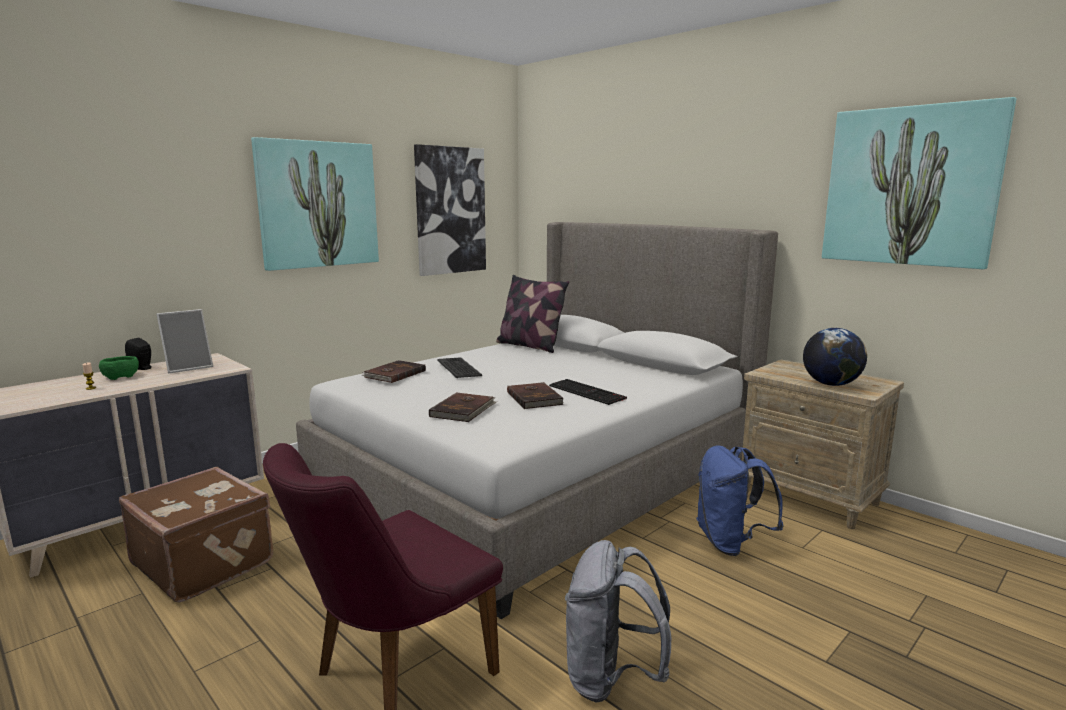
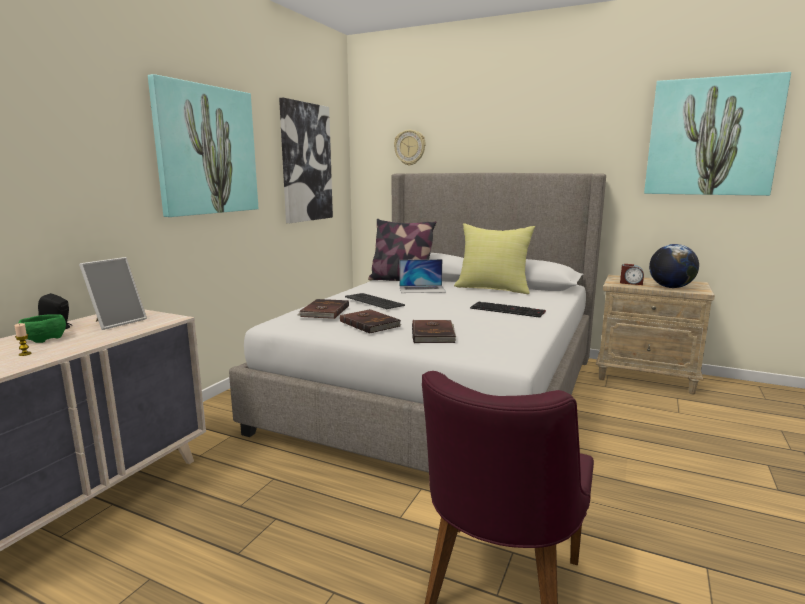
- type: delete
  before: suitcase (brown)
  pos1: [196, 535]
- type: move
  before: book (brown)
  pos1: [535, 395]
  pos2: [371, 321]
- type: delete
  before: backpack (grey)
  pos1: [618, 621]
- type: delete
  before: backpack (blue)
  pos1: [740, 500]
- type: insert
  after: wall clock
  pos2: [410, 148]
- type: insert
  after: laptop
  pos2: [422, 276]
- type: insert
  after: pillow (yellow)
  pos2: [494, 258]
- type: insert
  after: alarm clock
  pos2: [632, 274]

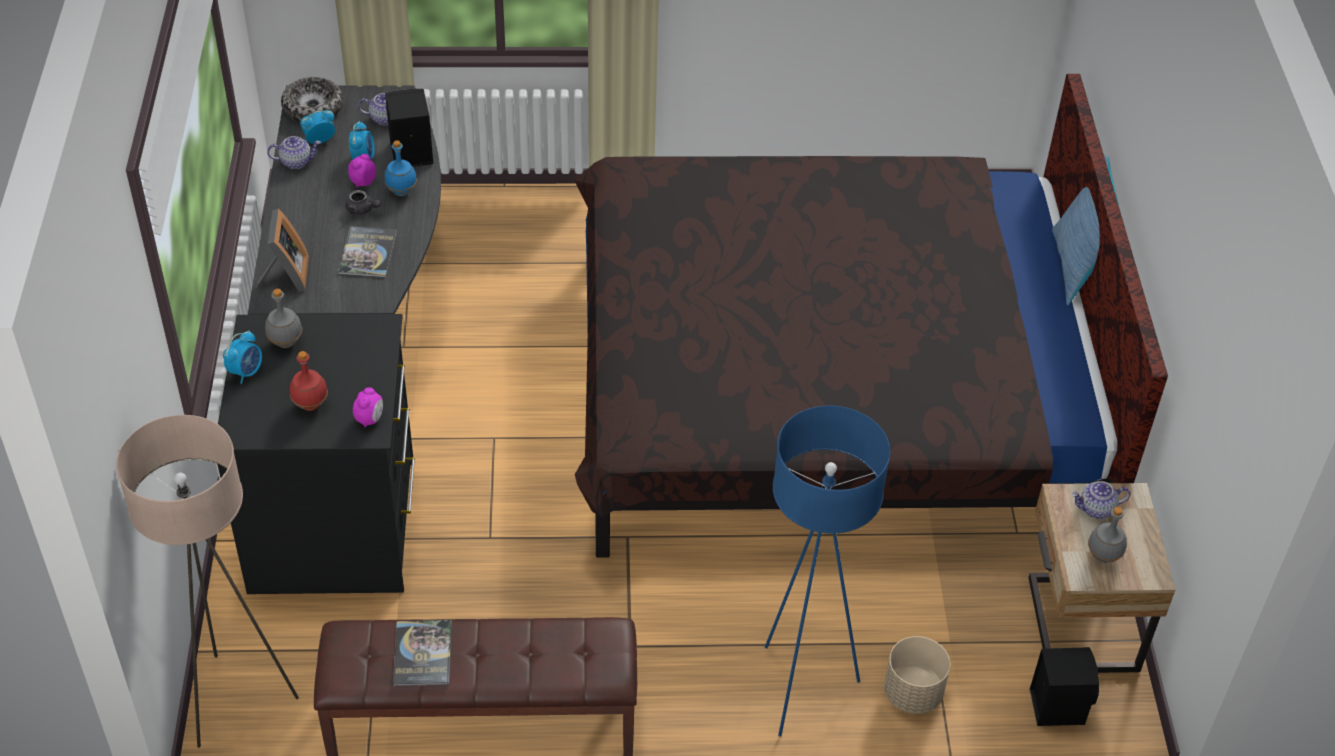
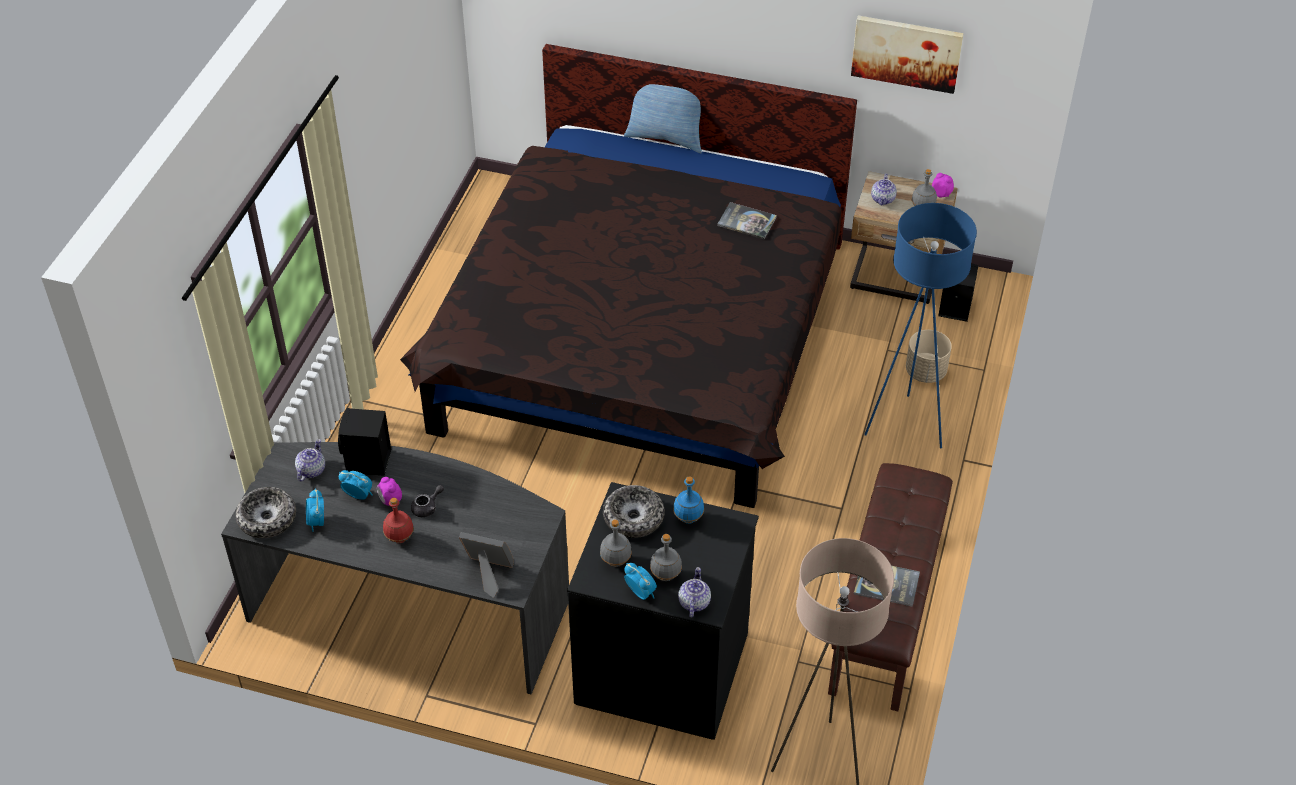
- type: move
  before: teapot
  pos1: [294, 152]
  pos2: [694, 592]
- type: move
  before: bottle (red)
  pos1: [308, 381]
  pos2: [398, 520]
- type: move
  before: book
  pos1: [367, 252]
  pos2: [747, 220]
- type: move
  before: alarm clock
  pos1: [368, 407]
  pos2: [943, 185]
- type: move
  before: bottle (blue)
  pos1: [400, 168]
  pos2: [688, 500]
- type: insert
  after: bowl
  pos2: [634, 511]
- type: insert
  after: bottle (grey)
  pos2: [666, 557]
- type: insert
  after: picture
  pos2: [907, 54]

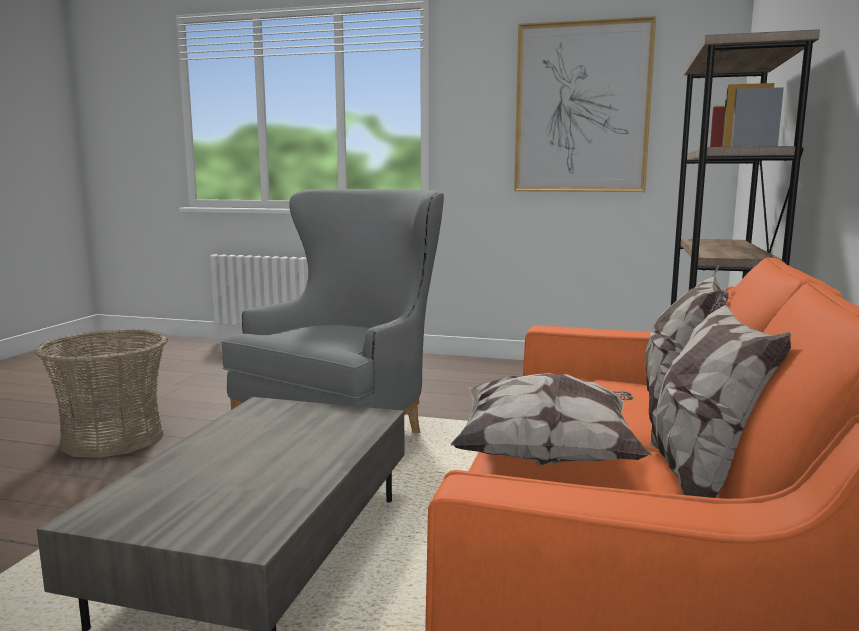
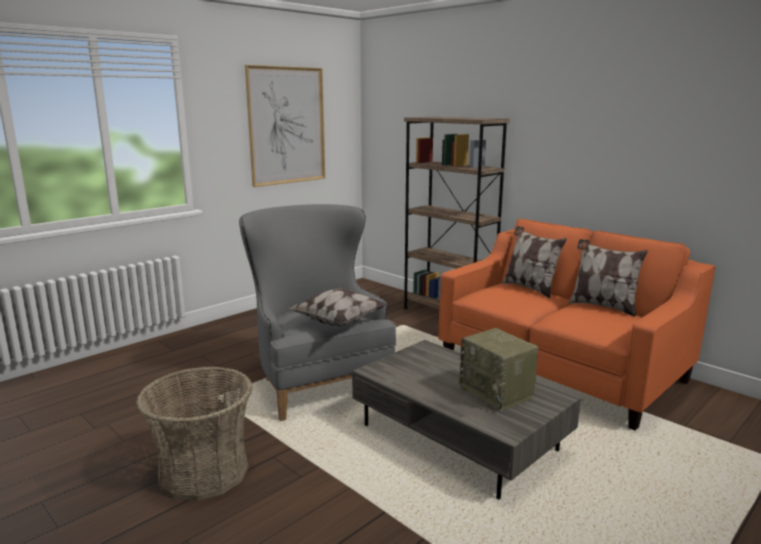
- type: move
  before: pillow
  pos1: [551, 419]
  pos2: [337, 307]
- type: insert
  after: radio
  pos2: [498, 369]

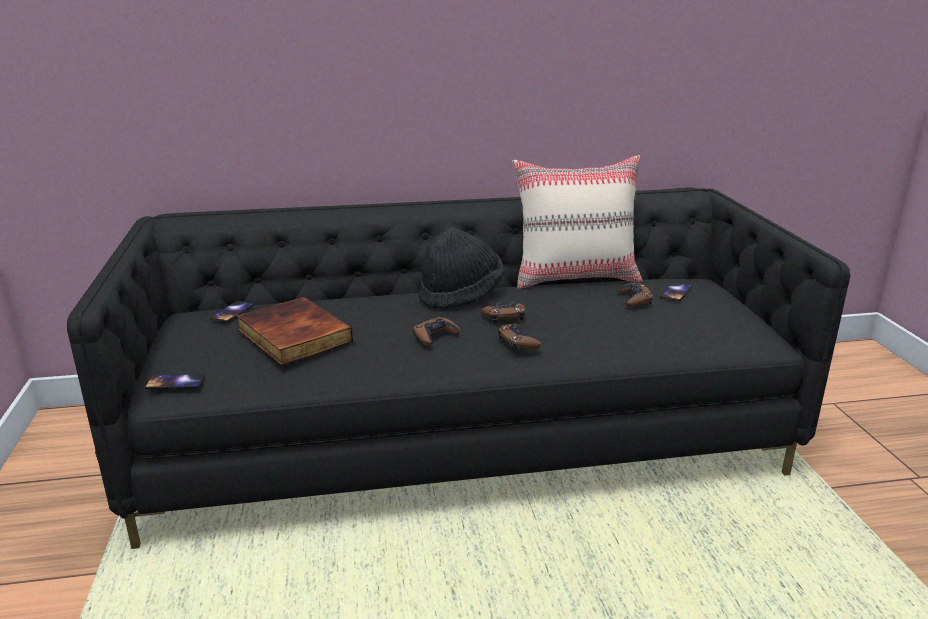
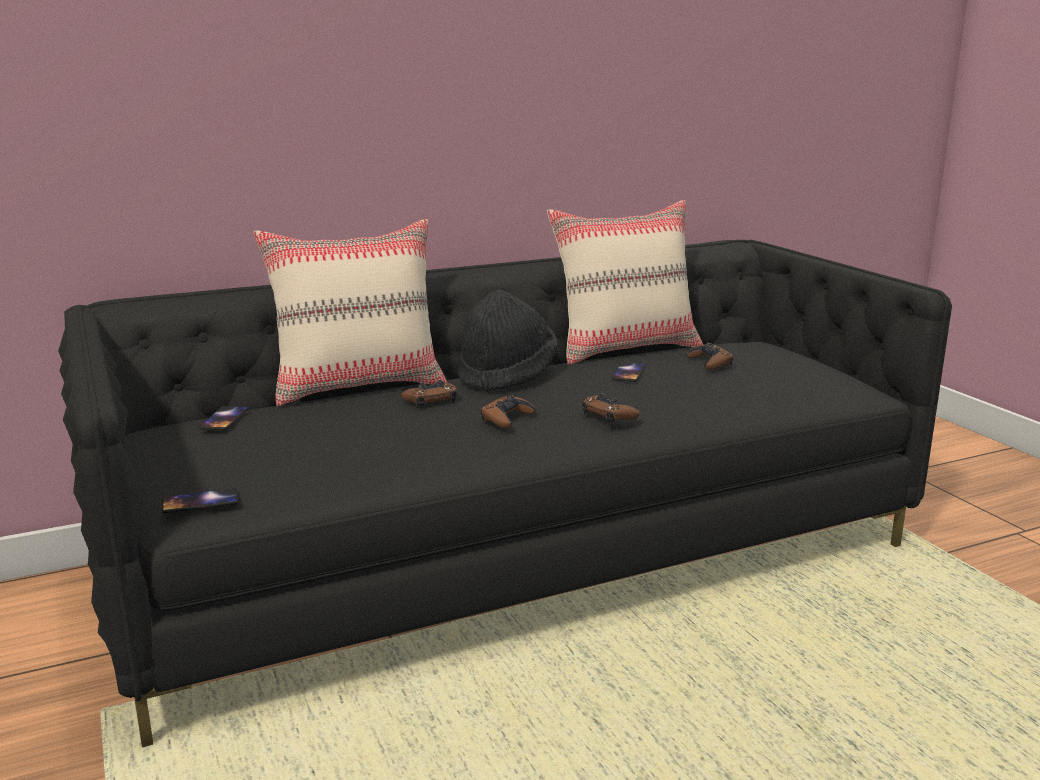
- type: delete
  before: book
  pos1: [294, 331]
- type: move
  before: game controller (brown)
  pos1: [504, 312]
  pos2: [429, 394]
- type: move
  before: phone
  pos1: [676, 291]
  pos2: [628, 372]
- type: insert
  after: pillow (beige)
  pos2: [350, 312]

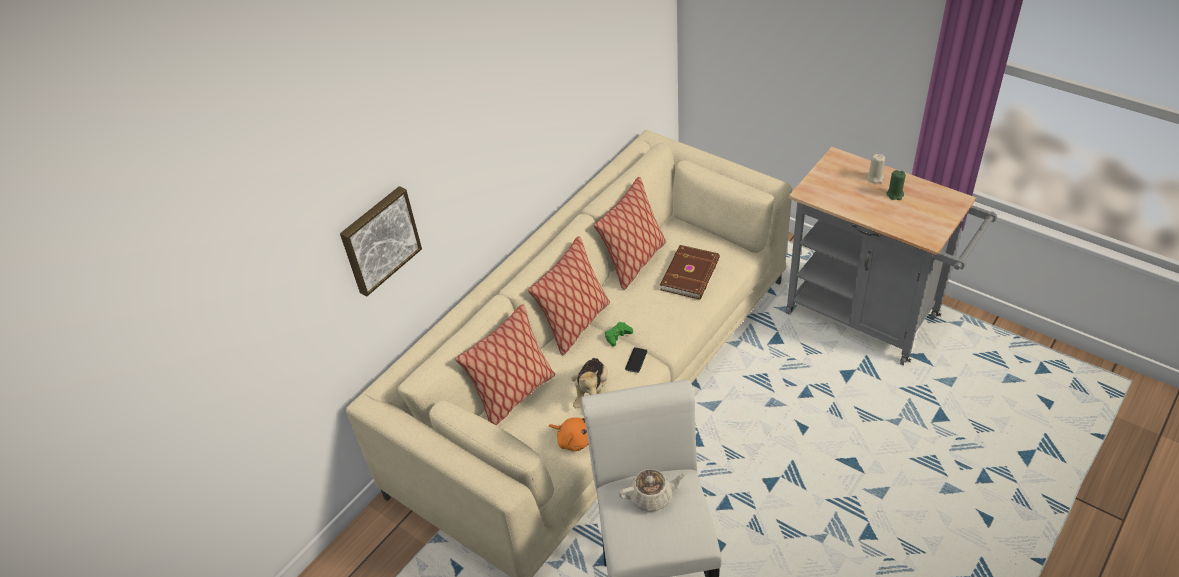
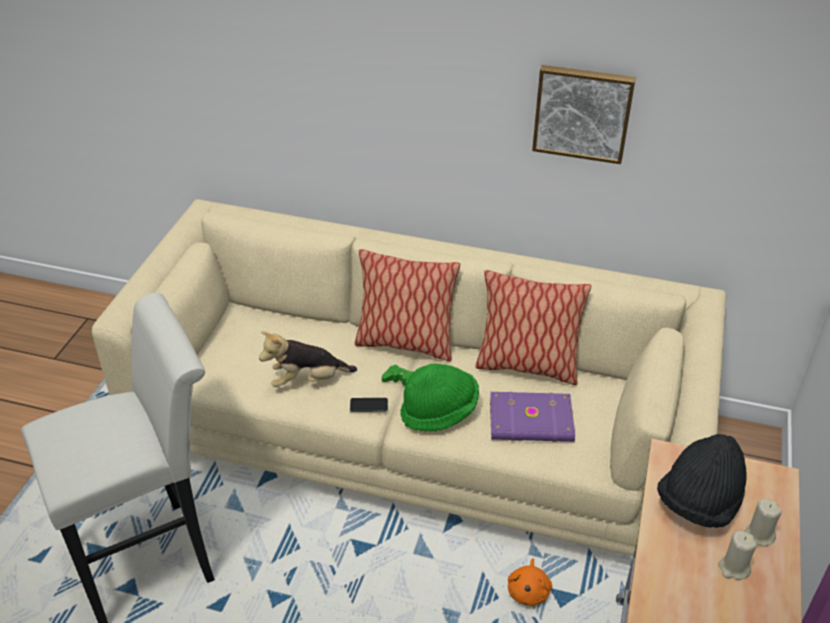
- type: move
  before: picture
  pos1: [381, 241]
  pos2: [584, 114]
- type: delete
  before: pillow
  pos1: [505, 365]
- type: move
  before: plush toy (orange)
  pos1: [569, 434]
  pos2: [530, 582]
- type: delete
  before: teapot (beige)
  pos1: [652, 490]
- type: recolor
  before: book (brown)
  after: book (purple)
  pos1: [690, 272]
  pos2: [532, 417]
- type: recolor
  before: candle (green)
  after: candle (beige)
  pos1: [896, 185]
  pos2: [737, 555]
- type: insert
  after: hat (green)
  pos2: [439, 397]
- type: insert
  after: hat (black)
  pos2: [701, 481]

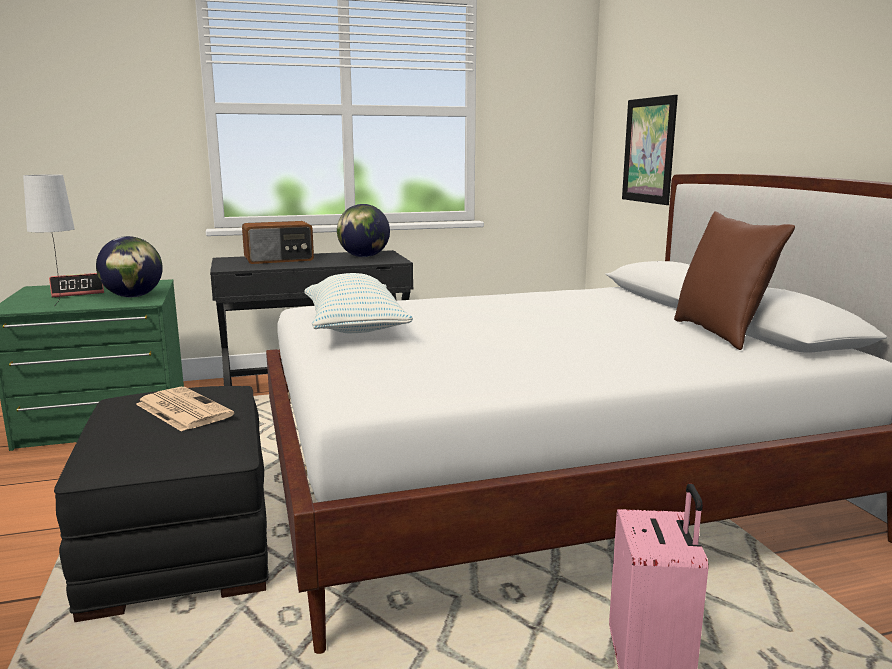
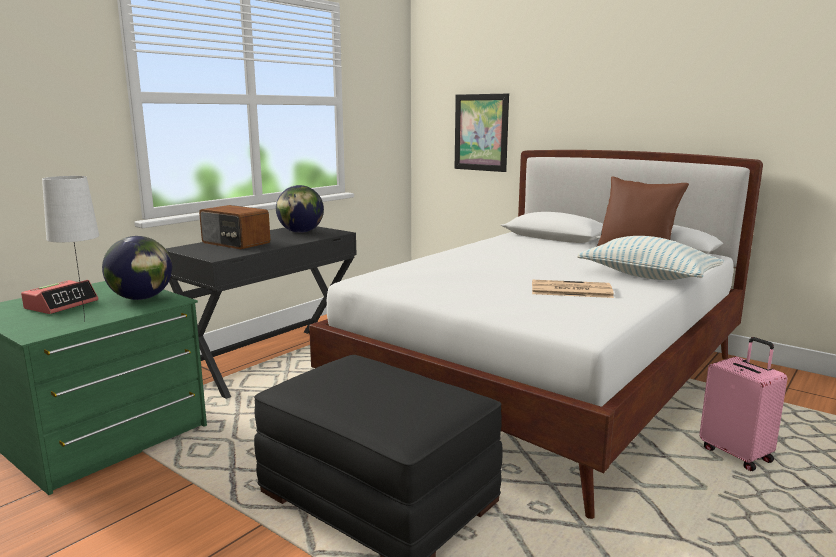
- type: move
  before: newspaper
  pos1: [185, 409]
  pos2: [573, 289]
- type: rotate
  before: radio
  pos1: [278, 242]
  pos2: [235, 227]
  turn: 90
- type: move
  before: pillow
  pos1: [358, 303]
  pos2: [650, 258]

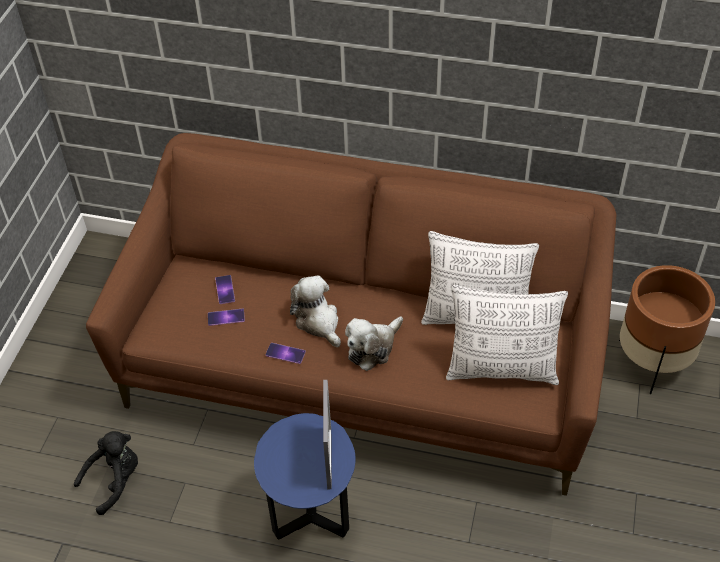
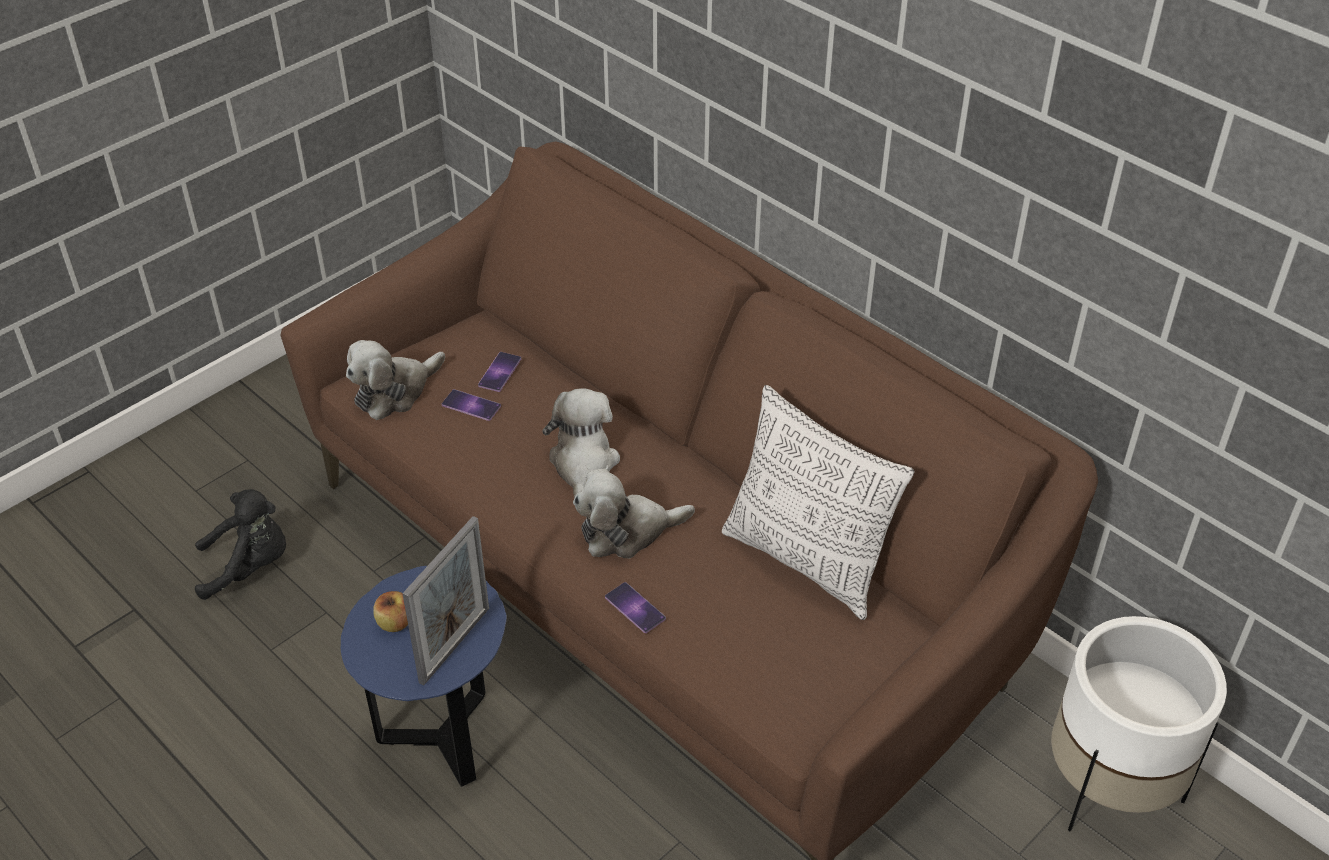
- type: move
  before: phone
  pos1: [285, 353]
  pos2: [635, 607]
- type: delete
  before: pillow
  pos1: [507, 335]
- type: recolor
  before: planter (brown)
  after: planter (white)
  pos1: [667, 329]
  pos2: [1139, 723]
- type: insert
  after: plush toy
  pos2: [395, 380]
- type: insert
  after: apple
  pos2: [390, 611]

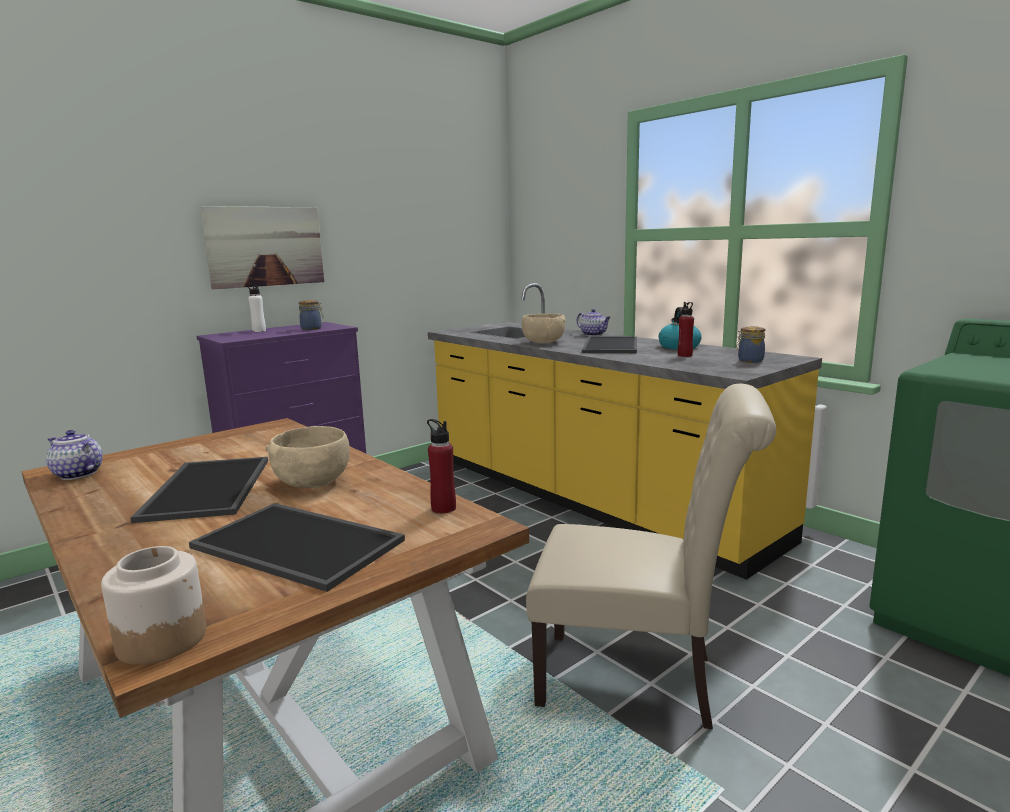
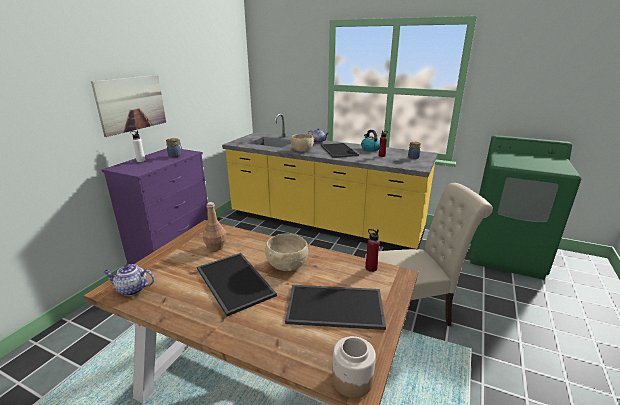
- type: insert
  after: bottle (brown)
  pos2: [214, 226]

